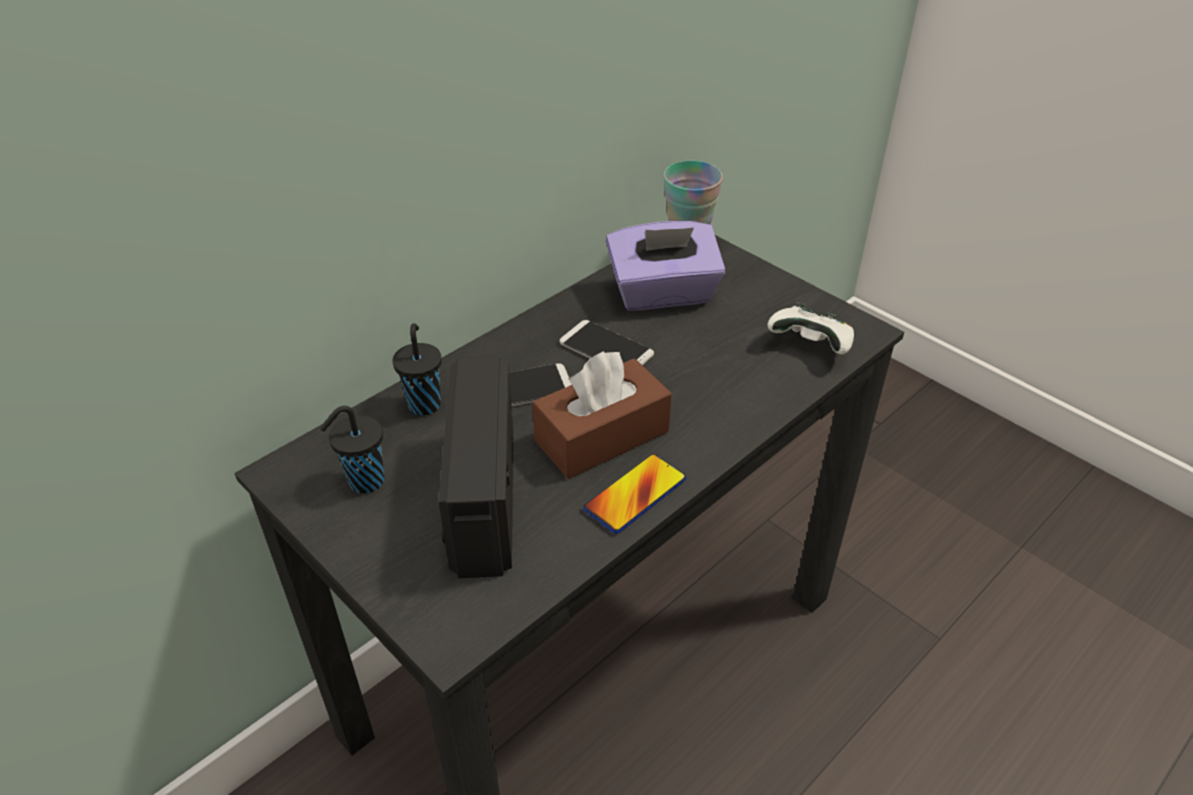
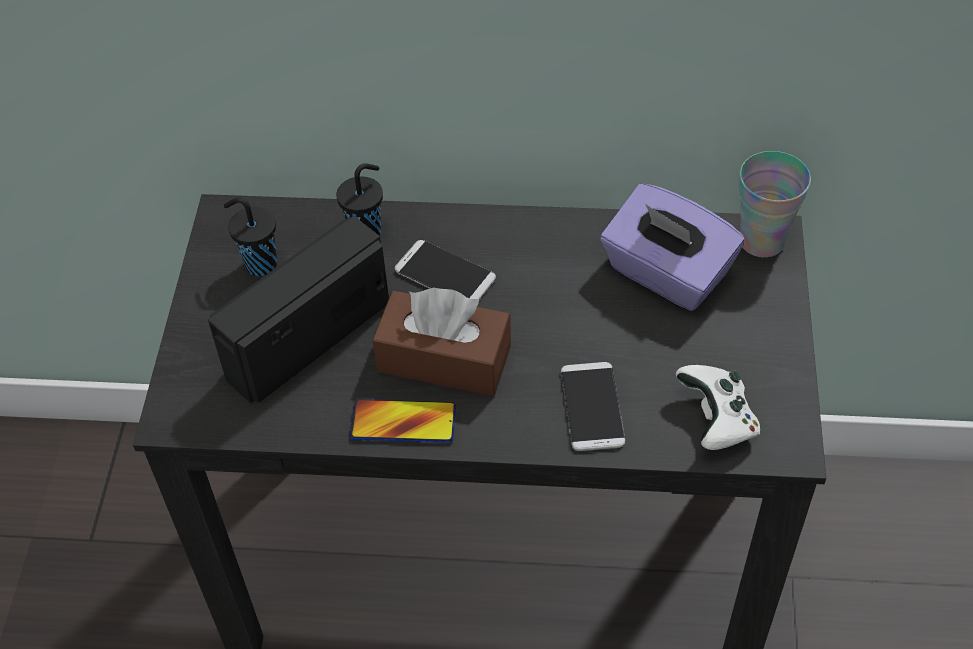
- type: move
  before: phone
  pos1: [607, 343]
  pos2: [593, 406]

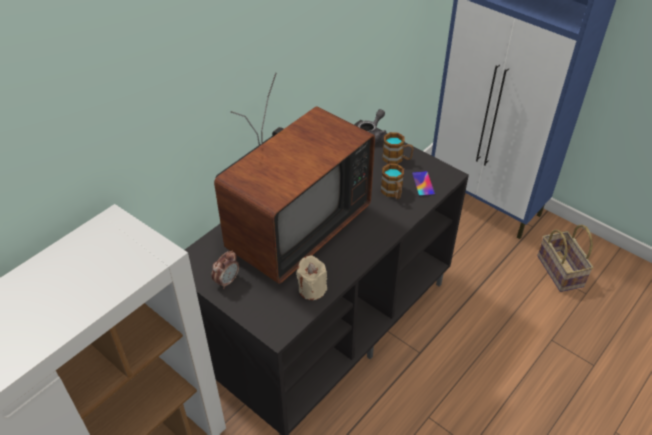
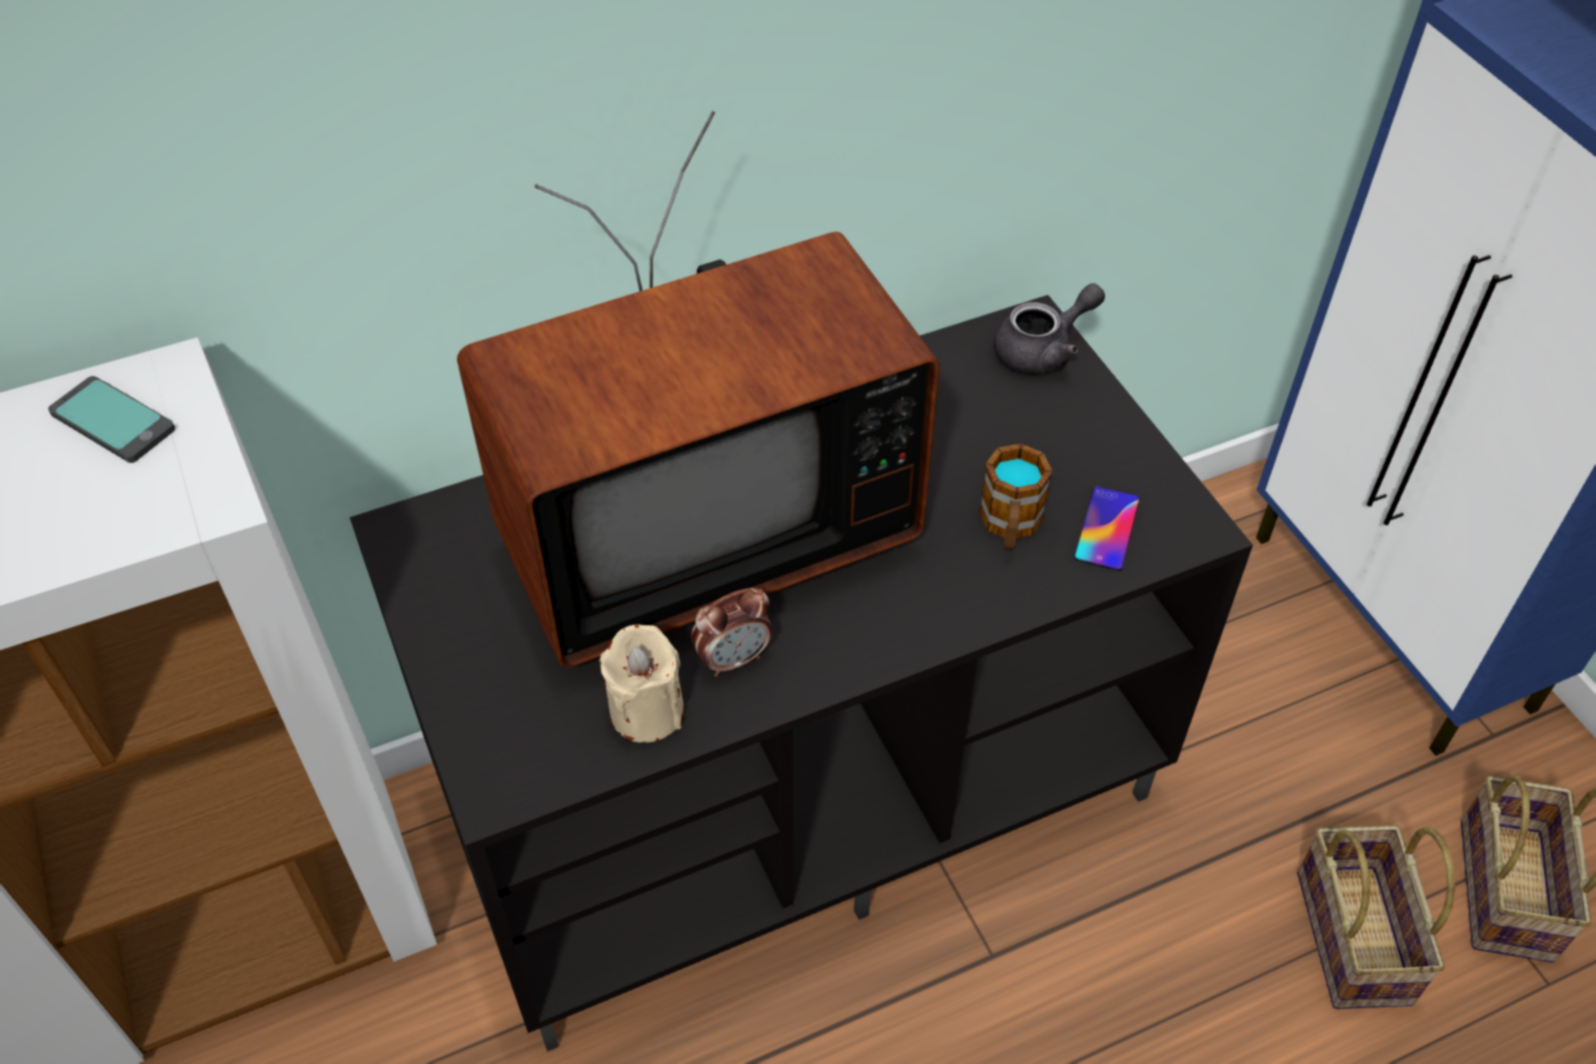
- type: move
  before: alarm clock
  pos1: [225, 270]
  pos2: [732, 632]
- type: delete
  before: mug
  pos1: [398, 148]
- type: insert
  after: phone
  pos2: [111, 419]
- type: insert
  after: basket
  pos2: [1376, 917]

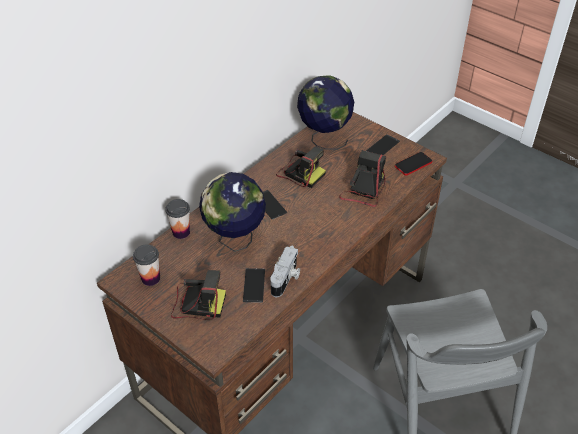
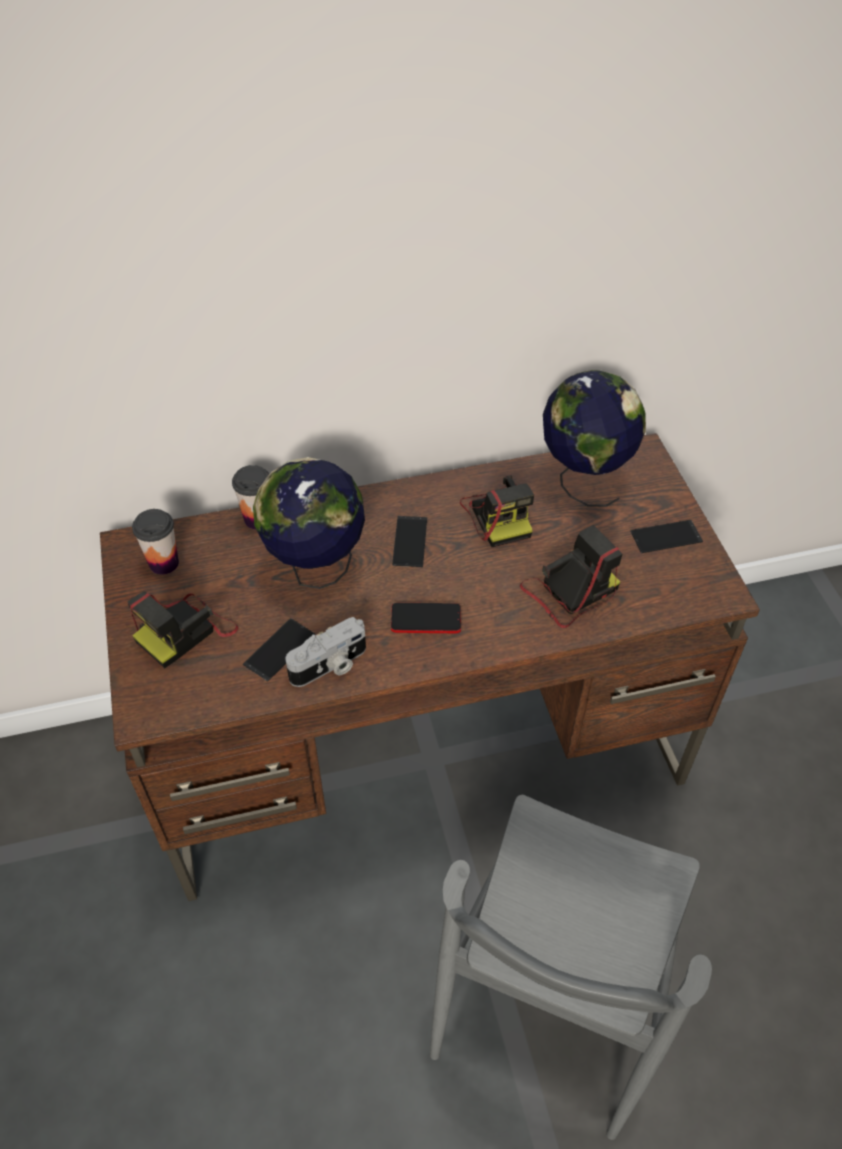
- type: rotate
  before: photo camera
  pos1: [198, 295]
  pos2: [182, 630]
  turn: 90
- type: move
  before: phone
  pos1: [414, 164]
  pos2: [426, 618]

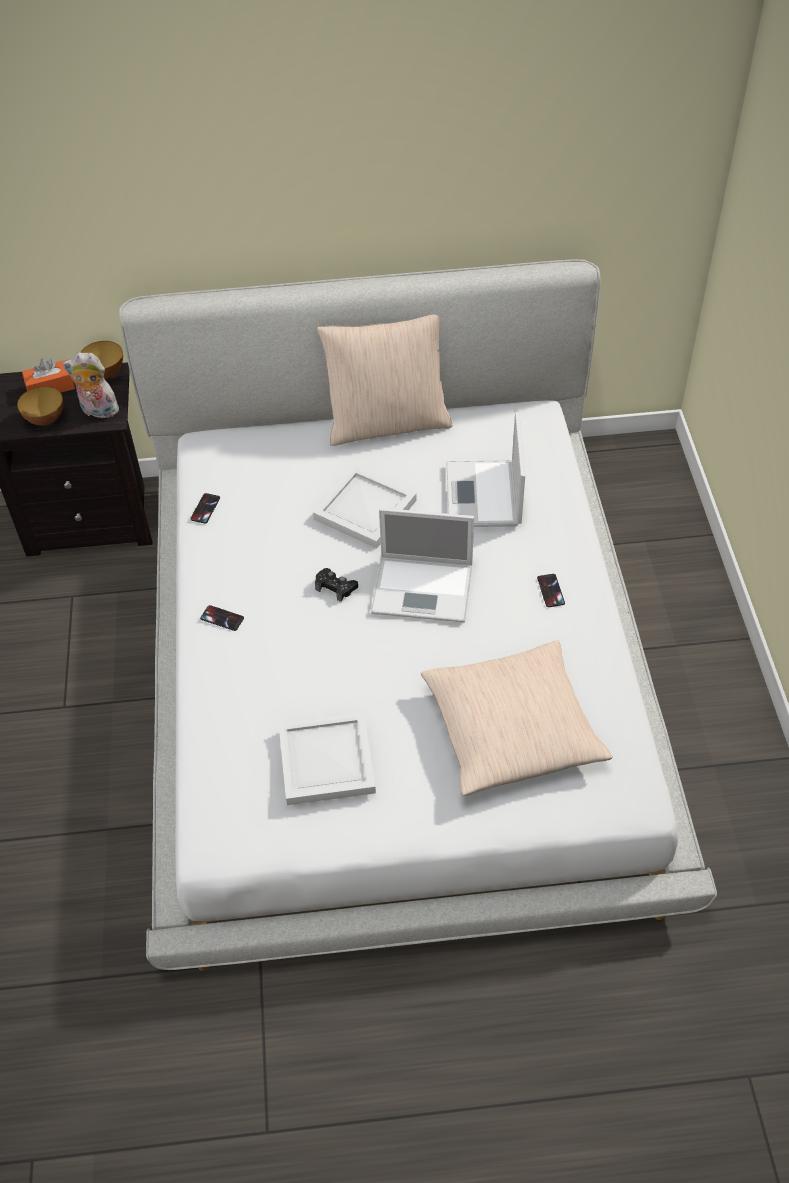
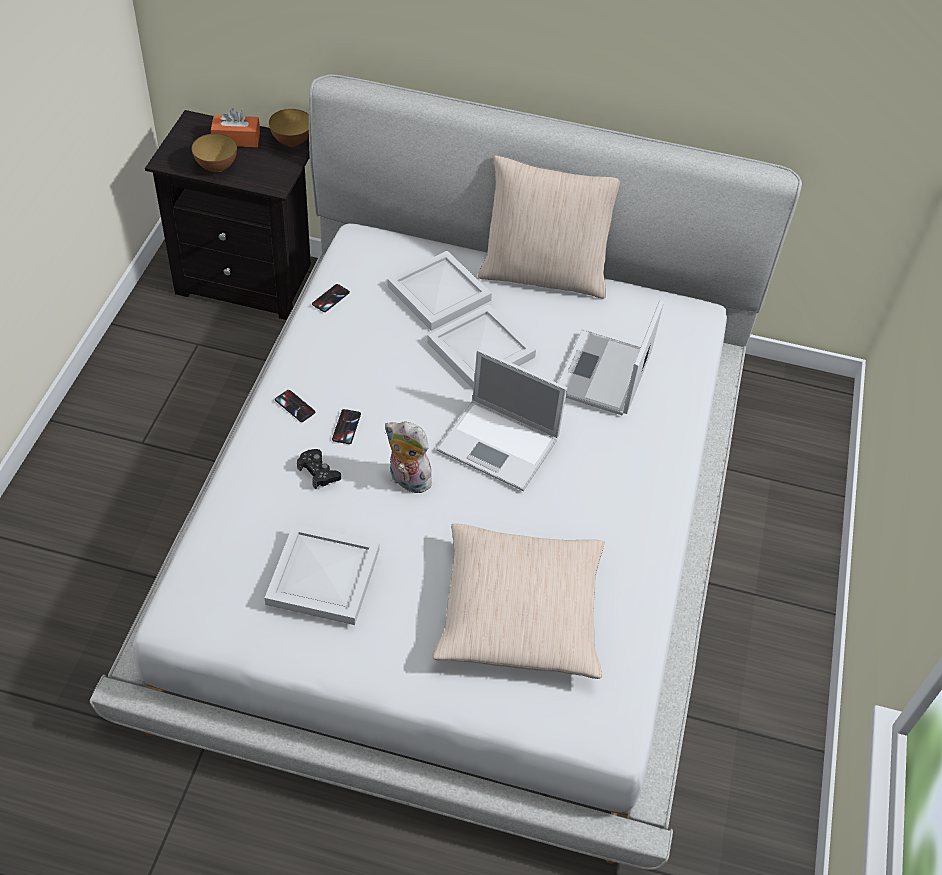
- type: move
  before: plush toy
  pos1: [92, 385]
  pos2: [408, 457]
- type: move
  before: game controller (black)
  pos1: [336, 585]
  pos2: [319, 469]
- type: move
  before: phone
  pos1: [551, 590]
  pos2: [346, 426]
- type: insert
  after: tray (white)
  pos2: [439, 291]

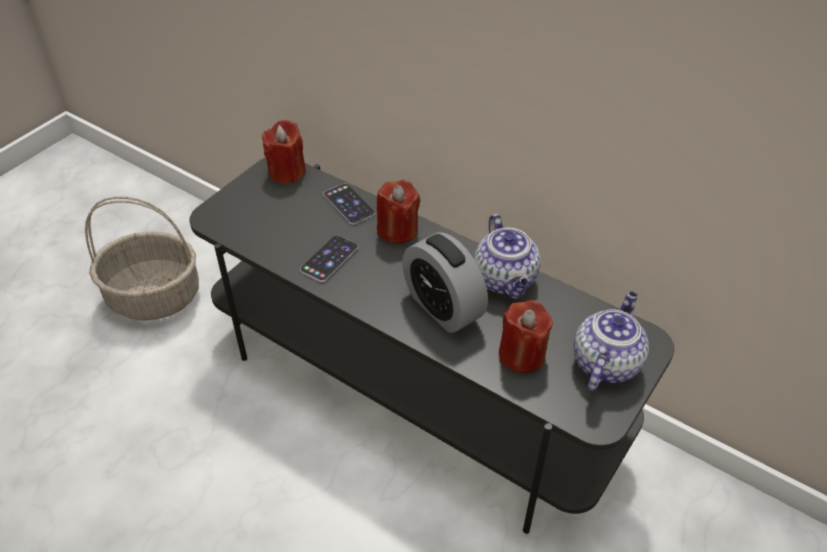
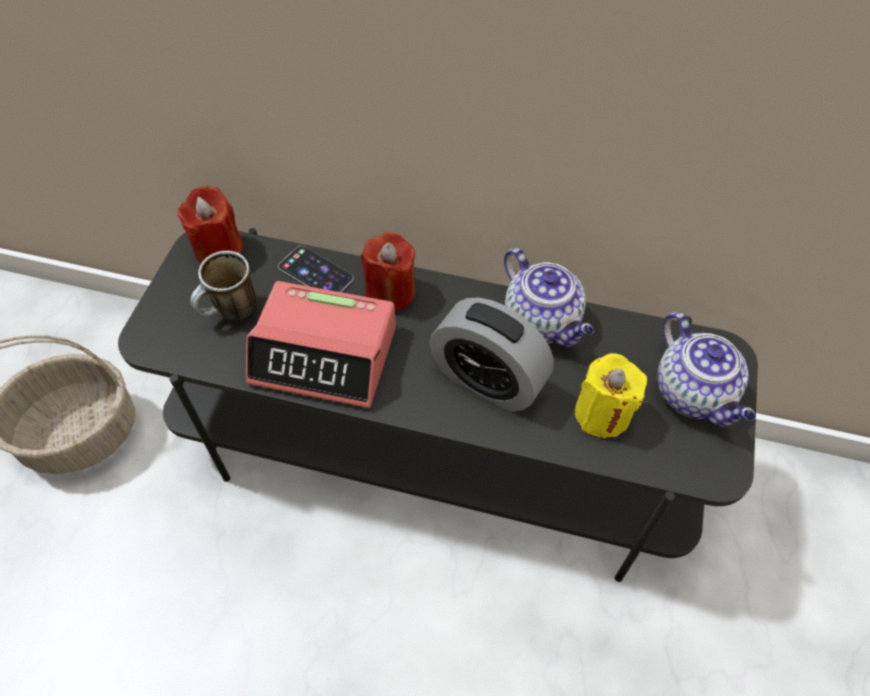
- type: replace
  before: phone
  after: alarm clock
  pos1: [329, 258]
  pos2: [321, 344]
- type: recolor
  before: candle (red)
  after: candle (yellow)
  pos1: [526, 336]
  pos2: [611, 395]
- type: rotate
  before: teapot
  pos1: [611, 341]
  pos2: [706, 369]
  turn: 150
- type: insert
  after: mug
  pos2: [223, 285]

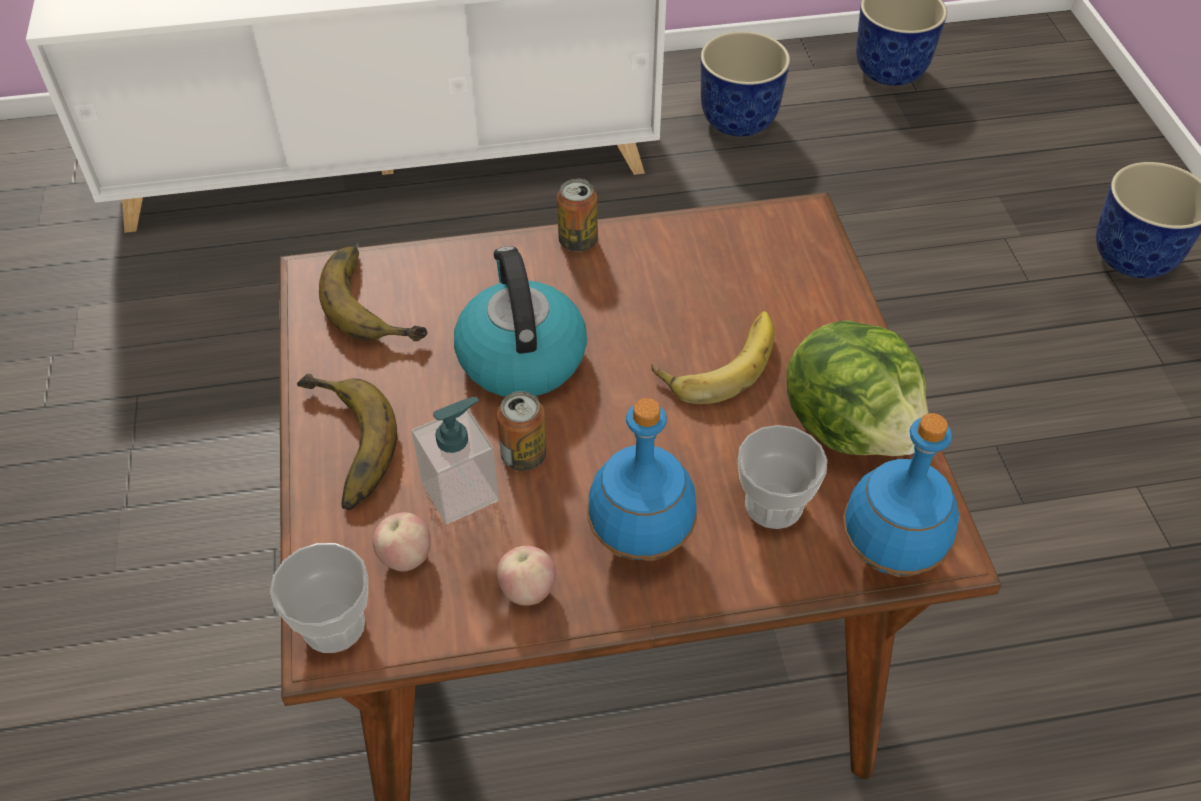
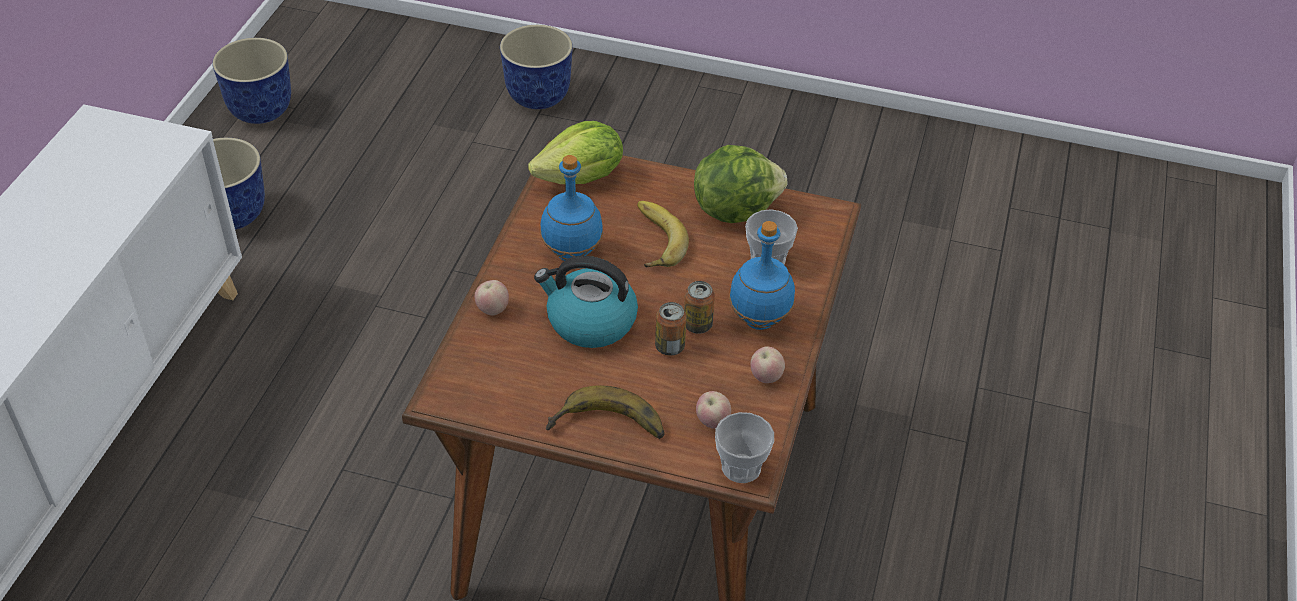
- type: delete
  before: banana
  pos1: [373, 293]
- type: delete
  before: soap dispenser
  pos1: [455, 460]
- type: move
  before: can
  pos1: [577, 215]
  pos2: [699, 307]
- type: move
  before: bottle (blue)
  pos1: [901, 495]
  pos2: [571, 208]
- type: insert
  after: apple
  pos2: [492, 297]
- type: insert
  after: lettuce
  pos2: [575, 152]

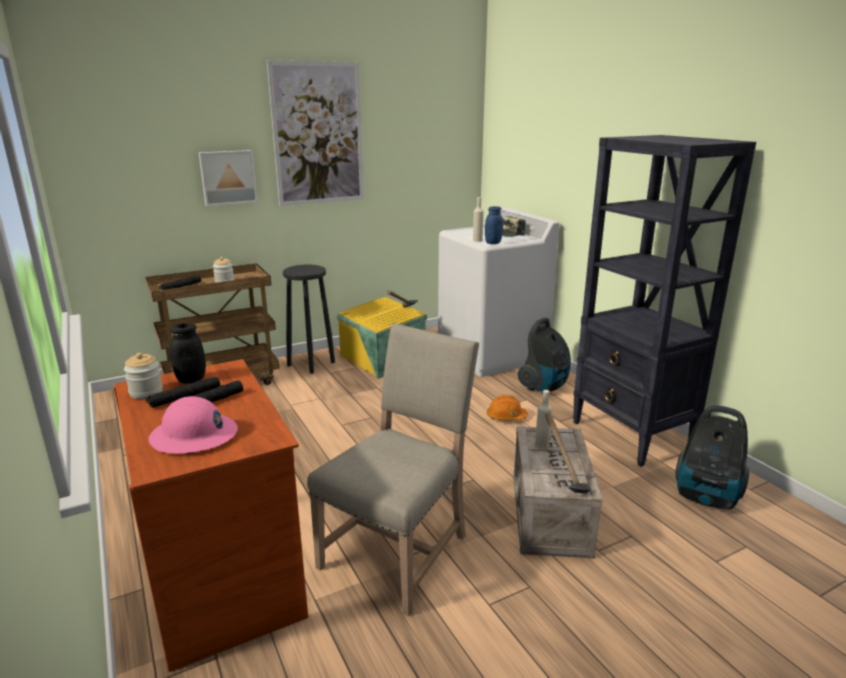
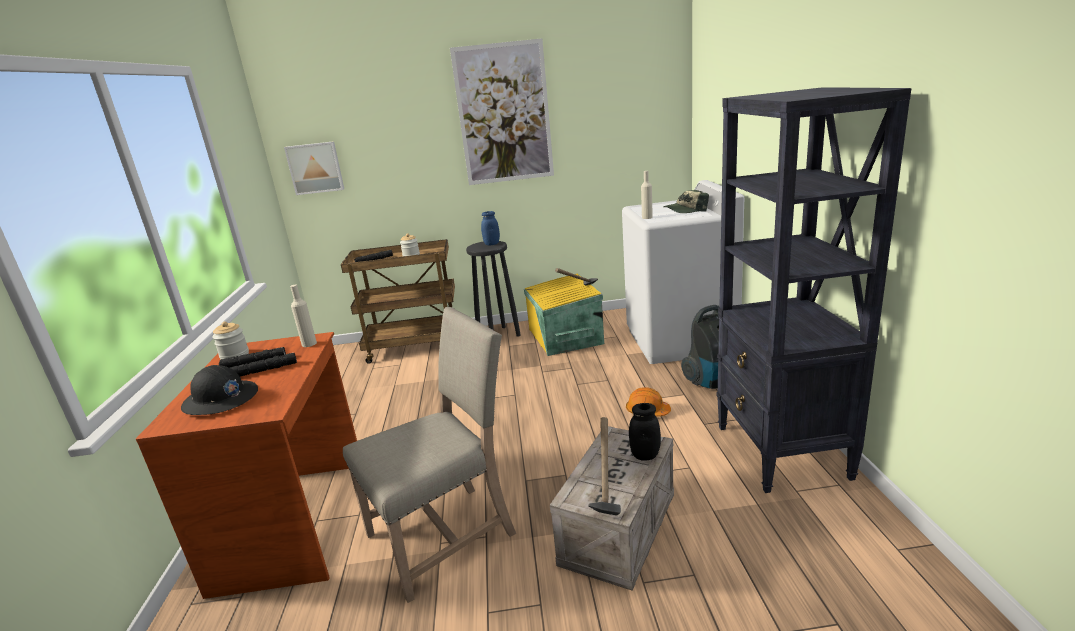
- type: recolor
  before: hard hat (pink)
  after: hard hat (black)
  pos1: [193, 425]
  pos2: [219, 390]
- type: move
  before: jar (black)
  pos1: [188, 353]
  pos2: [645, 432]
- type: move
  before: picture
  pos1: [228, 178]
  pos2: [314, 168]
- type: move
  before: jar (blue)
  pos1: [494, 225]
  pos2: [490, 228]
- type: move
  before: bottle (beige)
  pos1: [543, 419]
  pos2: [303, 316]
- type: delete
  before: vacuum cleaner
  pos1: [712, 457]

